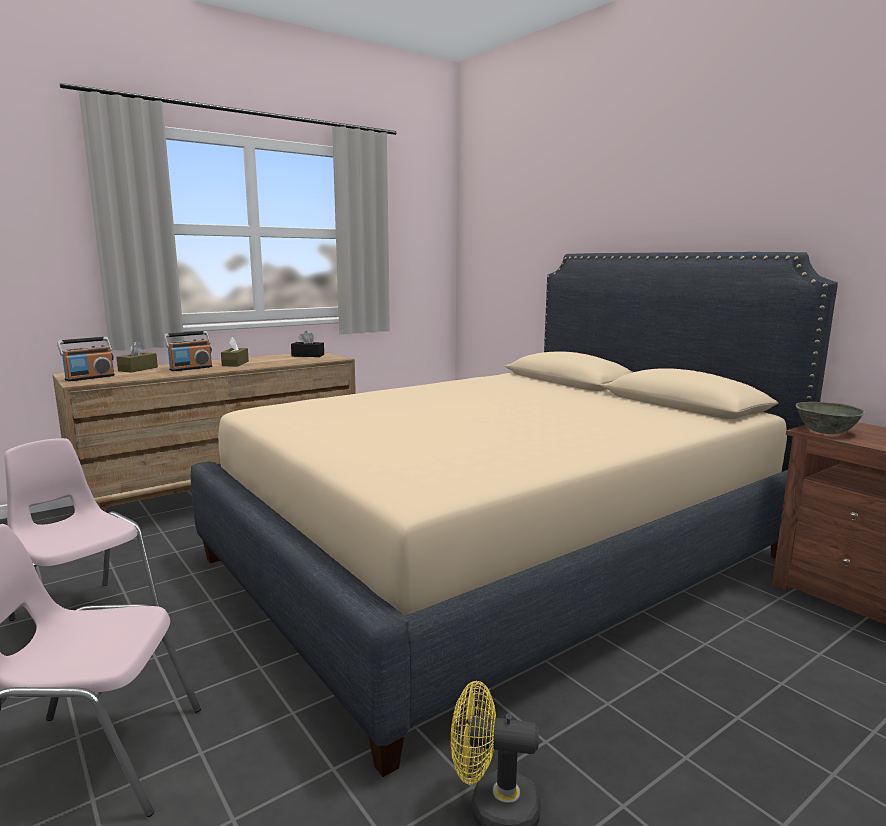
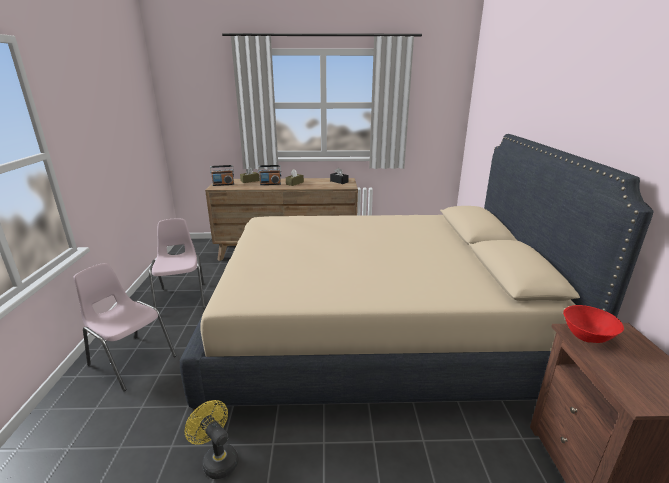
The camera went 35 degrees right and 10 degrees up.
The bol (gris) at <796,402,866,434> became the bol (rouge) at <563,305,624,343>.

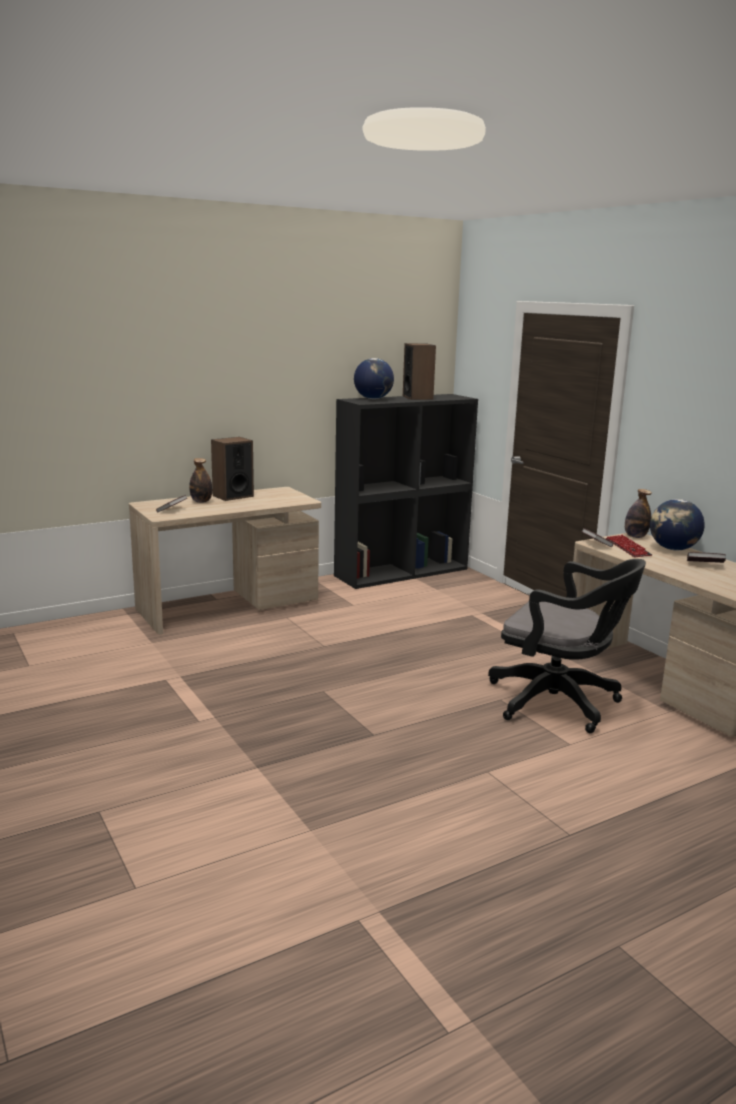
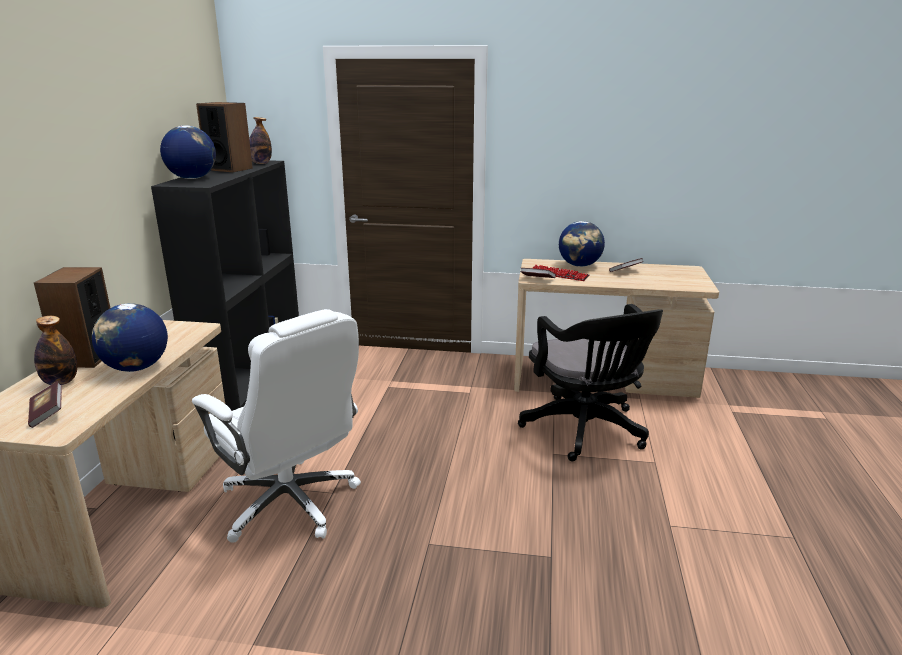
The camera went 50 degrees left and 5 degrees up.
The bouteille moved from <625,489,652,538> to <249,117,272,164>.
The chaise de bureau (noir) at <488,559,646,733> turned 90 degrees clockwise.
The globe at <92,303,168,372> appeared.
The chaise de bureau (blanc) at <192,309,361,543> appeared.

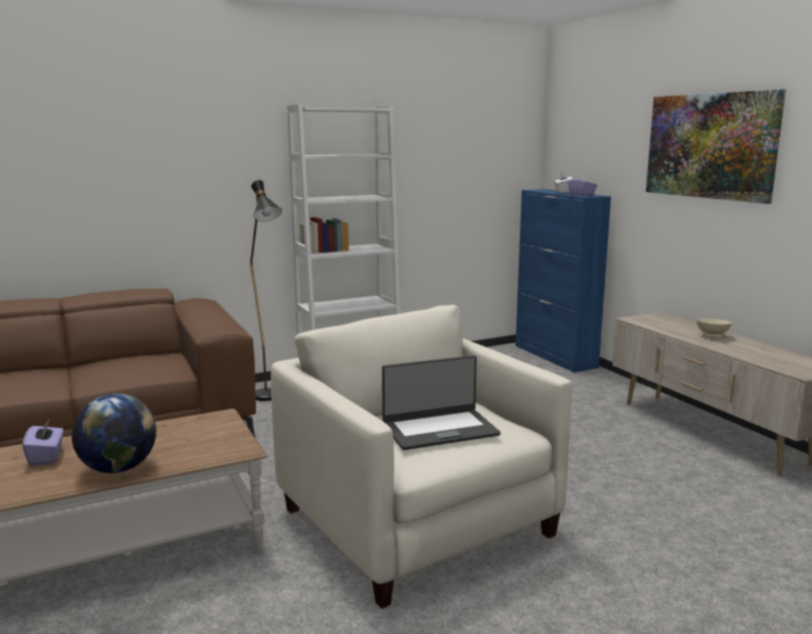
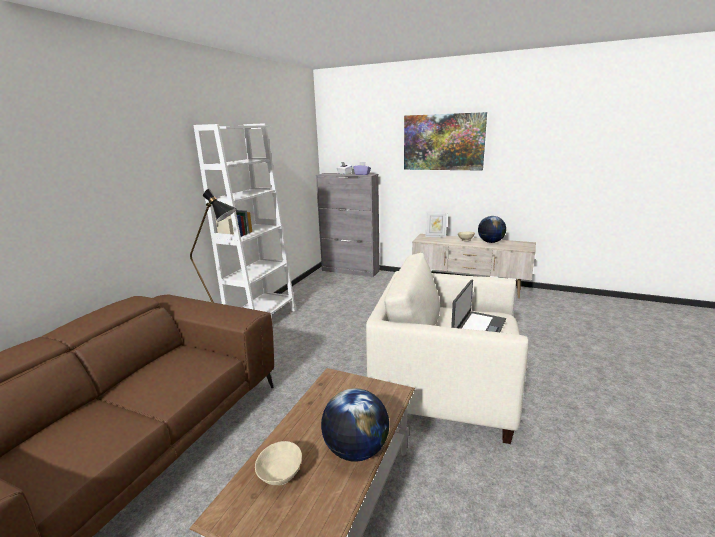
The camera went 40 degrees left and 5 degrees up.
The meuble de rangement (bleu) at <516,189,611,373> became the meuble de rangement (gris) at <316,173,380,277>.
The boîte à mouchoirs (violet) at <22,418,63,466> was replaced by the bol (beige) at <255,441,302,485>.
The cadre photo at <425,211,447,238> appeared.
The globe at <478,216,506,243> appeared.

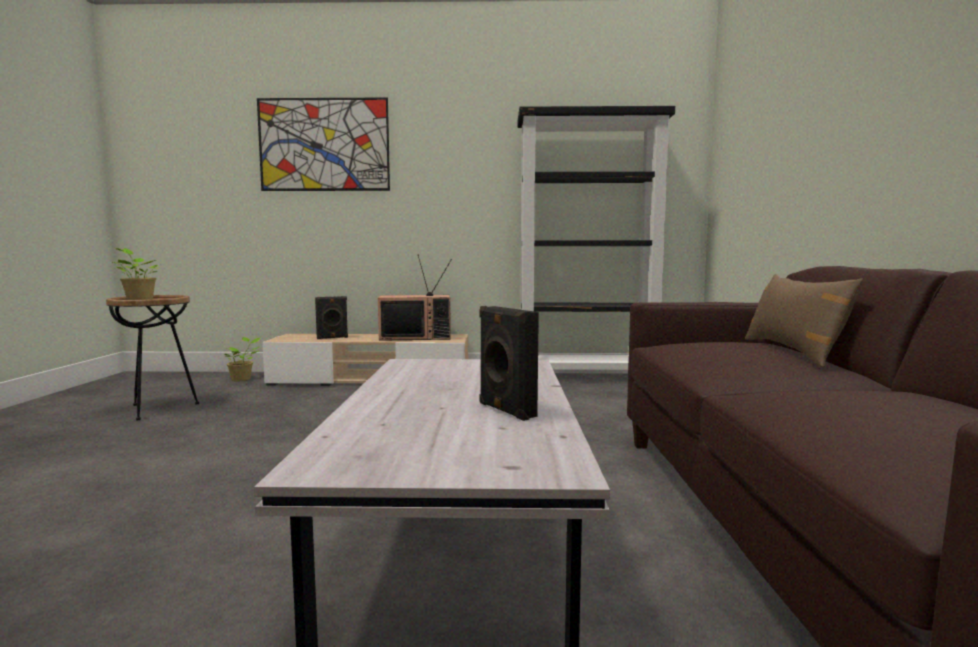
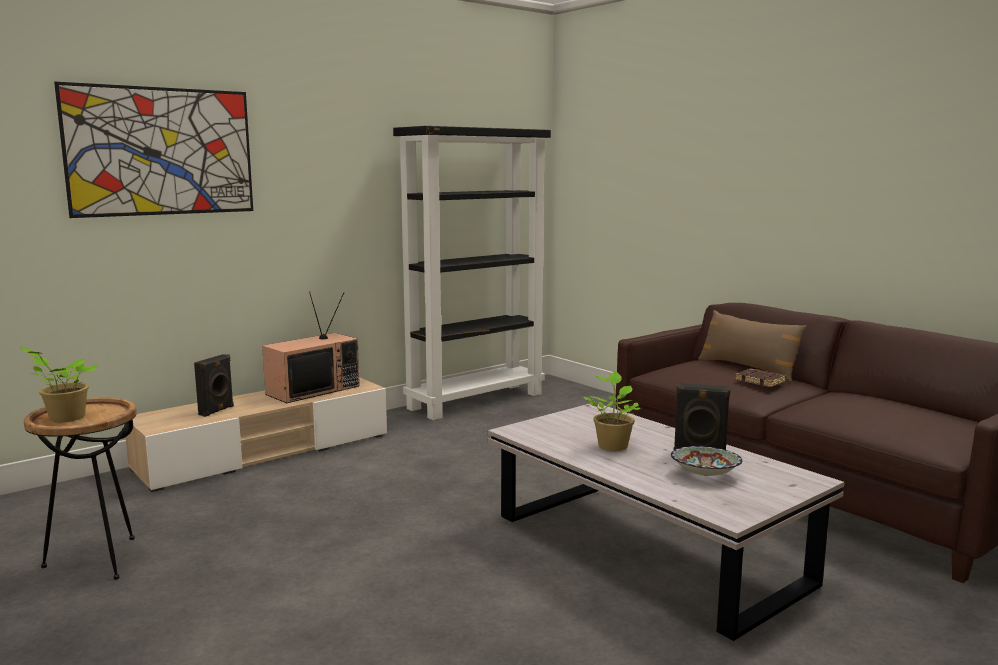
The camera went 40 degrees left and 5 degrees up.
The plante en pot moved from <224,337,260,381> to <583,372,641,451>.
The livre (marron) at <735,368,786,387> appeared.
The bol at <671,446,742,476> appeared.

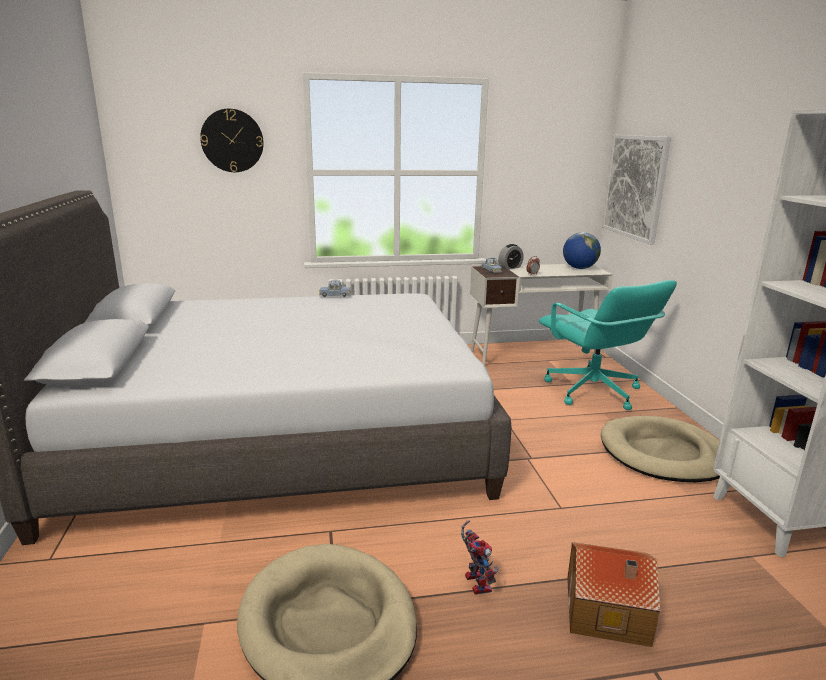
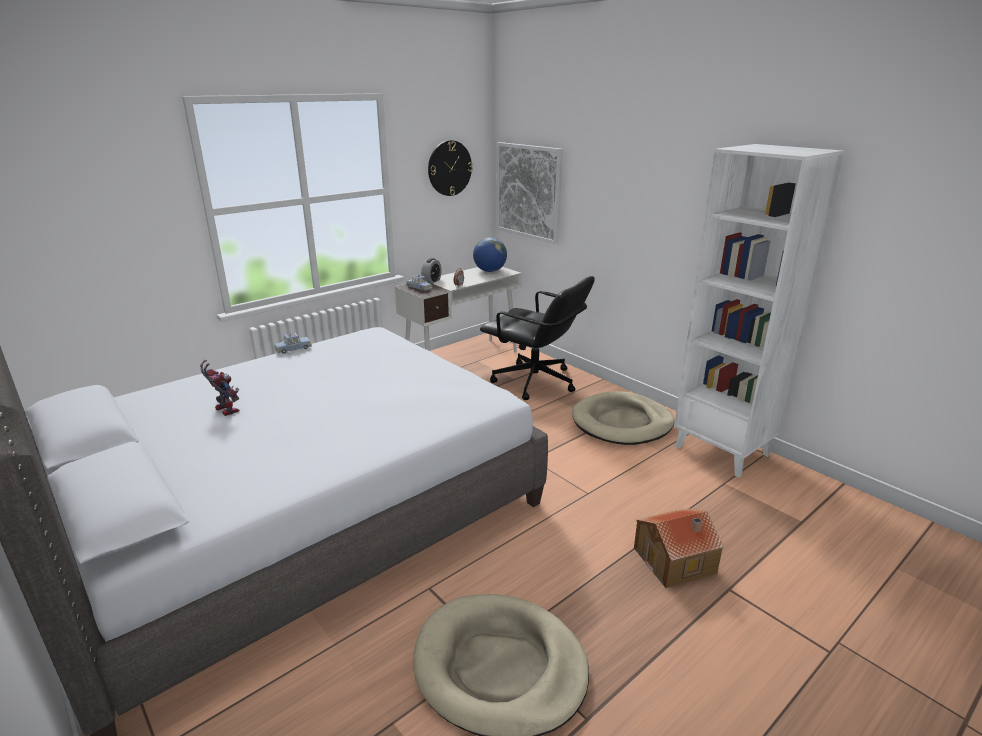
The camera went 30 degrees left and 5 degrees up.
The horloge murale moved from <200,109,264,172> to <428,140,473,196>.
The chaise de bureau (turquoise) at <539,280,677,410> became the chaise de bureau (noir) at <480,276,595,400>.
The robot jouet moved from <461,520,498,595> to <200,360,239,416>.

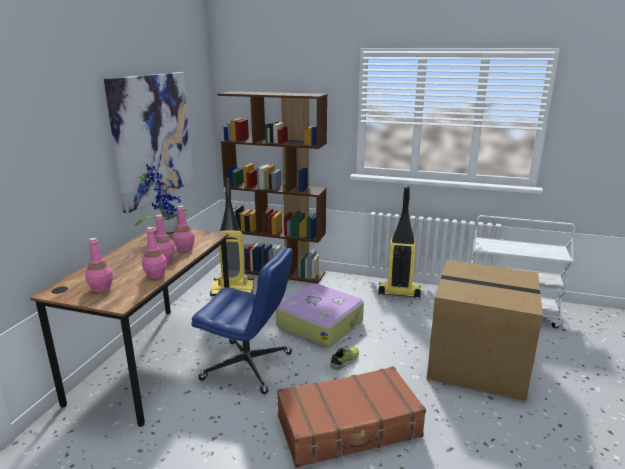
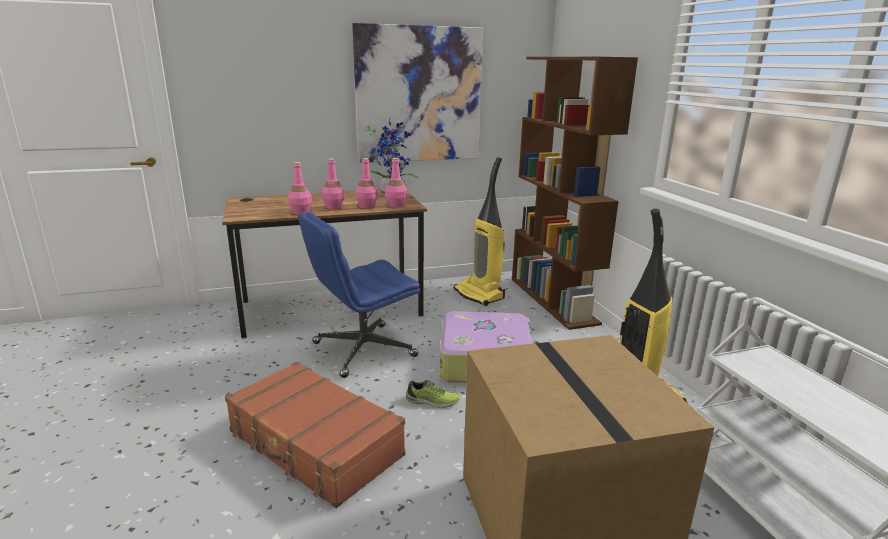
The camera went 55 degrees right and 0 degrees up.
The bouteille (rose) moved from <85,238,113,292> to <385,158,407,207>.
The chaise de bureau (bleu) at <191,247,293,394> turned 75 degrees clockwise.

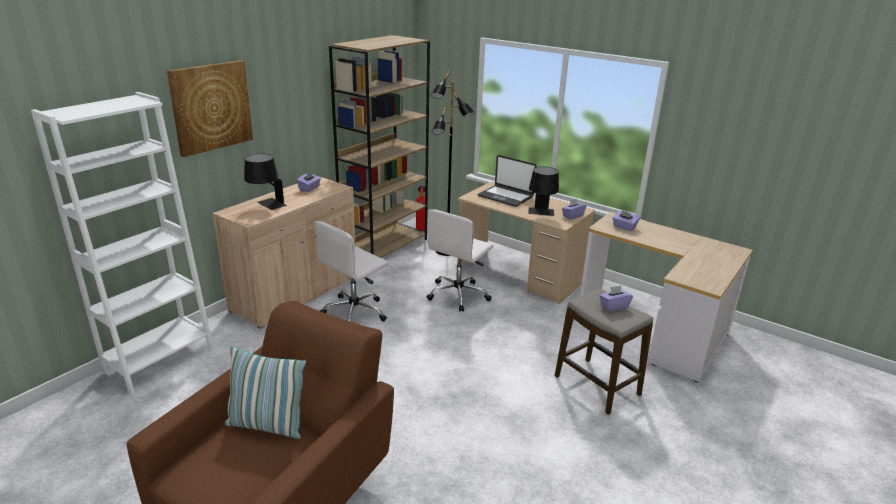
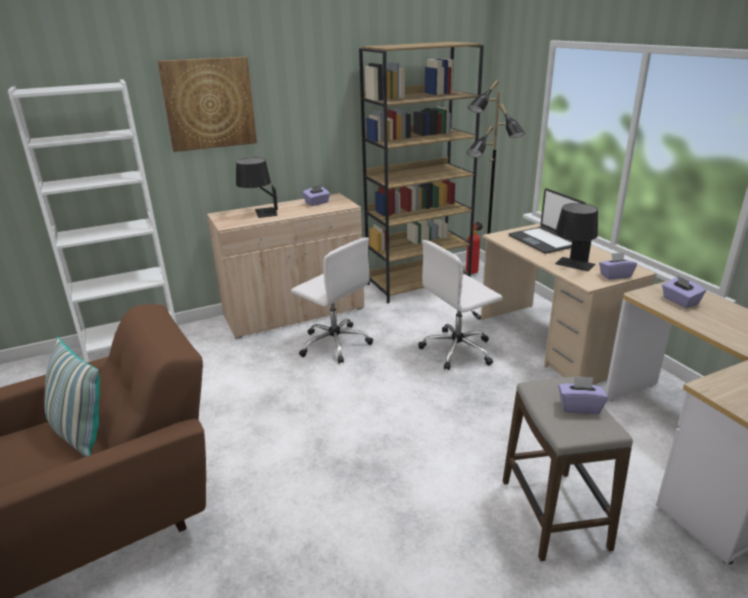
The camera went 30 degrees right and 0 degrees up.
The chaise de bureau (blanc) at <315,221,389,322> turned 120 degrees counterclockwise.

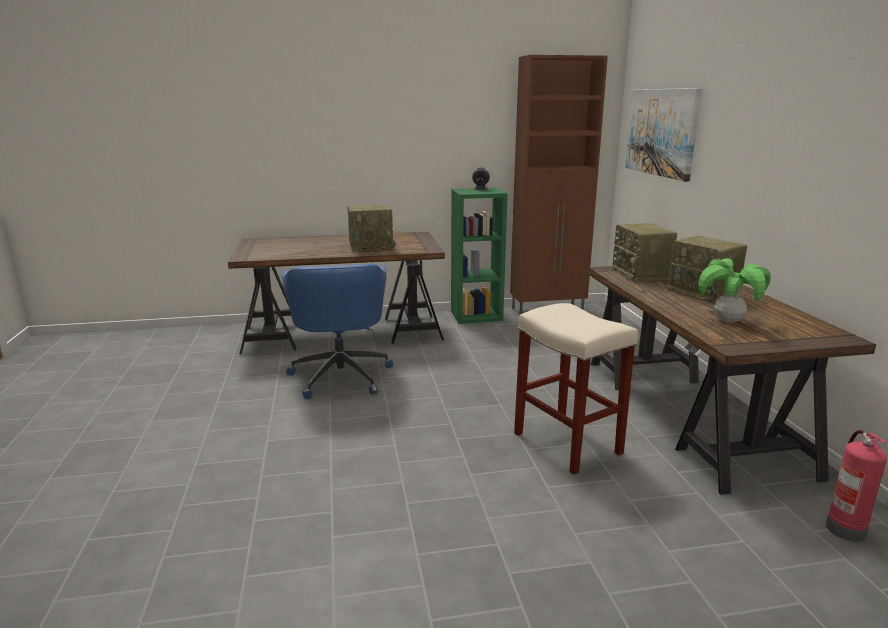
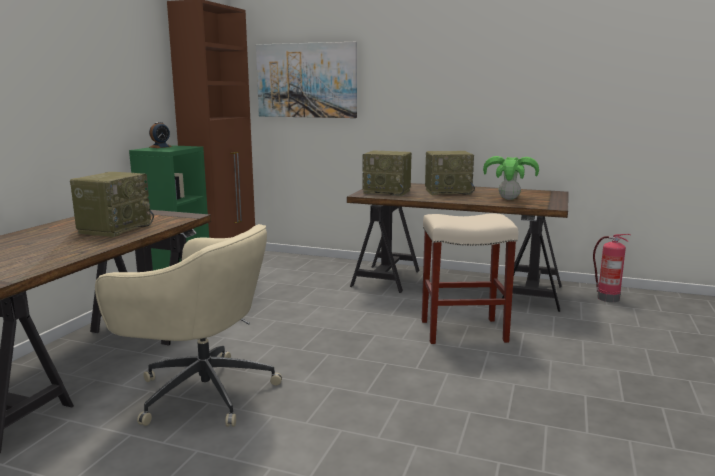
The camera went 60 degrees left and 5 degrees down.
The chaise de bureau (bleu) at <282,263,393,399> became the chaise de bureau (beige) at <95,224,282,427>.

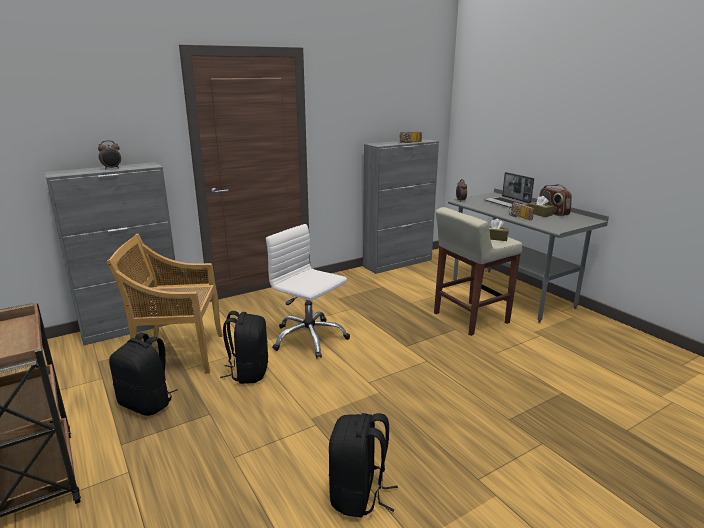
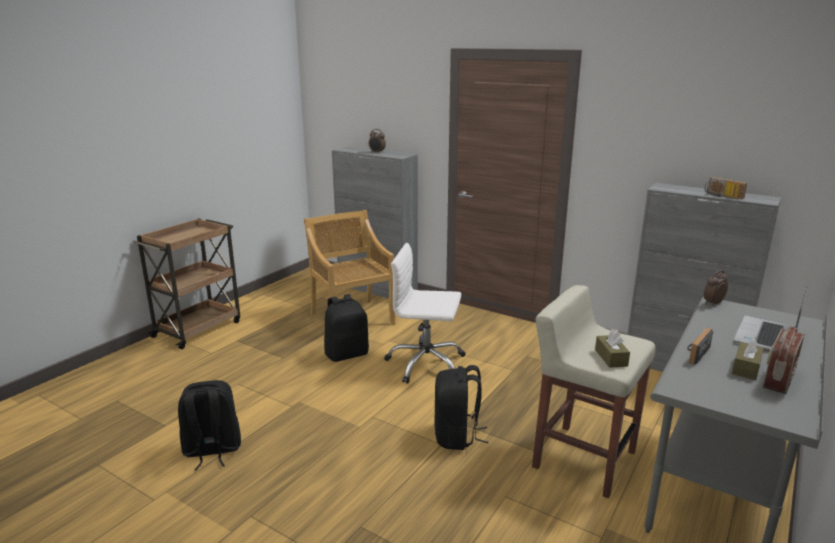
The camera went 65 degrees right and 0 degrees up.
The chaise de bureau (blanc) at <266,224,350,358> turned 90 degrees counterclockwise.
The sac à dos (noir) moved from <109,332,177,416> to <435,365,488,450>.

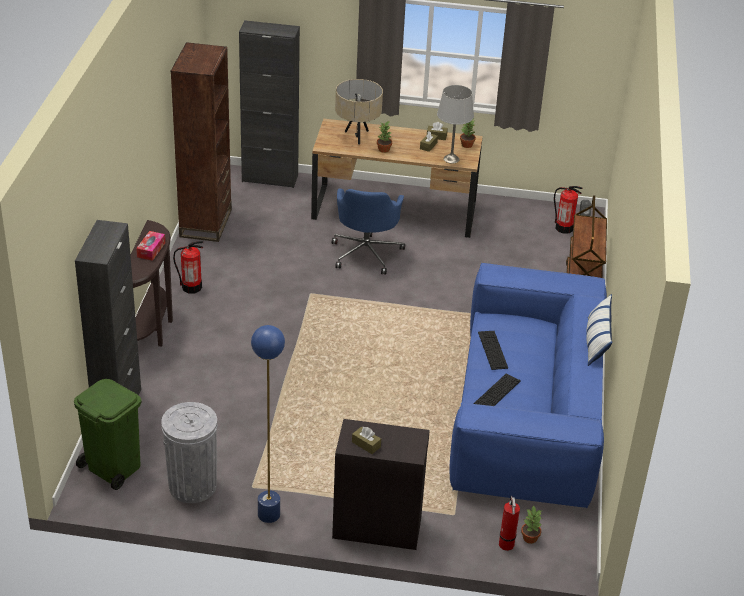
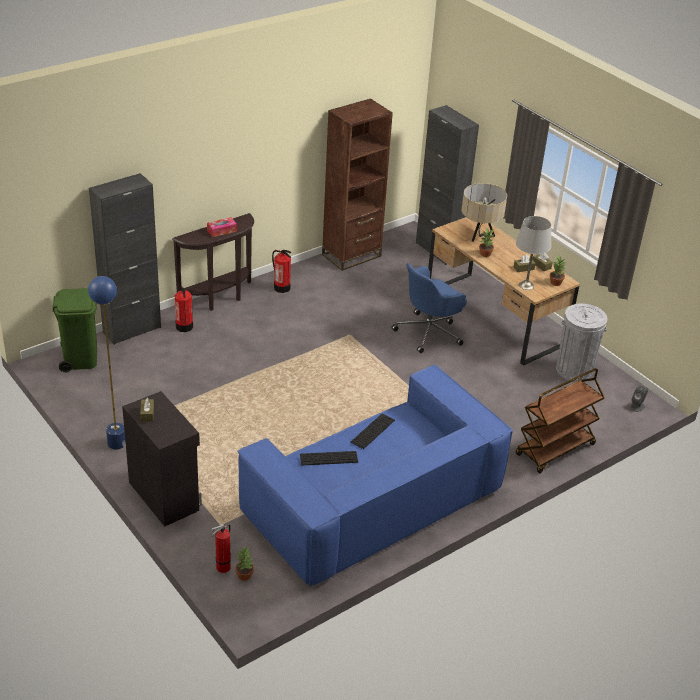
The camera went 45 degrees right and 0 degrees up.
The extincteur moved from <554,186,582,234> to <175,286,193,332>.
The coussin at <586,294,613,366> disappeared.
The poubelle (gris) moved from <161,402,217,503> to <556,303,607,382>.

